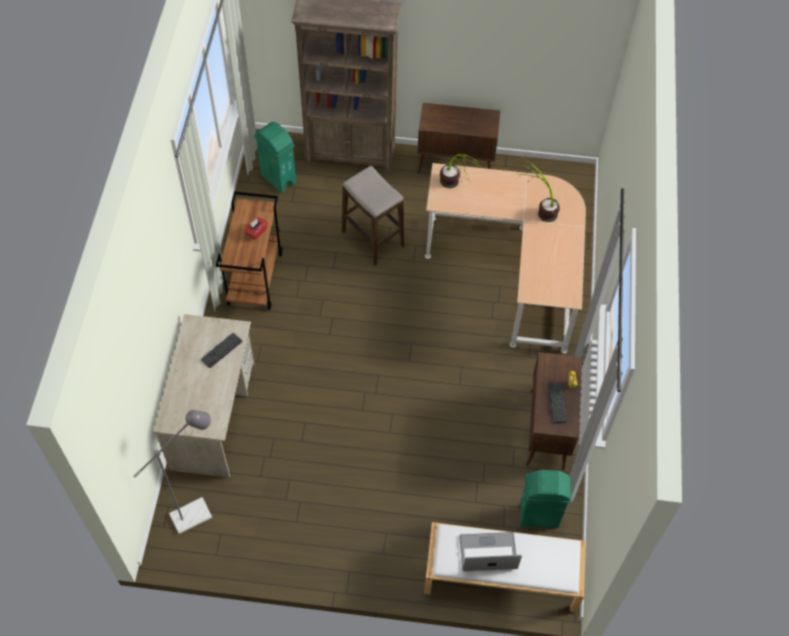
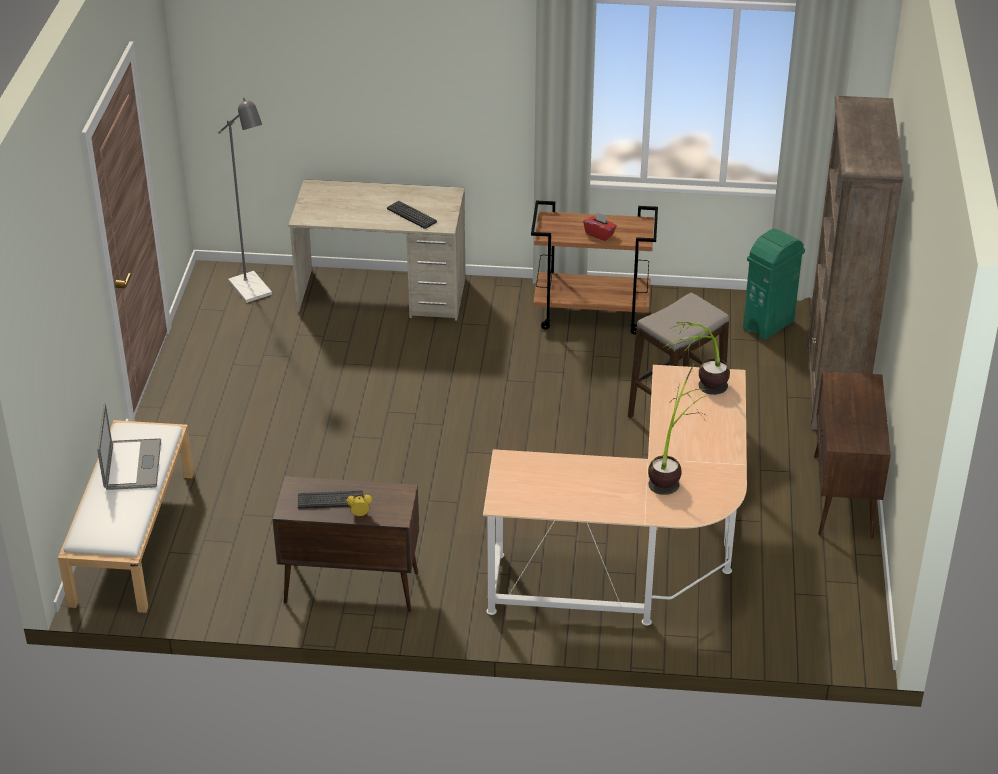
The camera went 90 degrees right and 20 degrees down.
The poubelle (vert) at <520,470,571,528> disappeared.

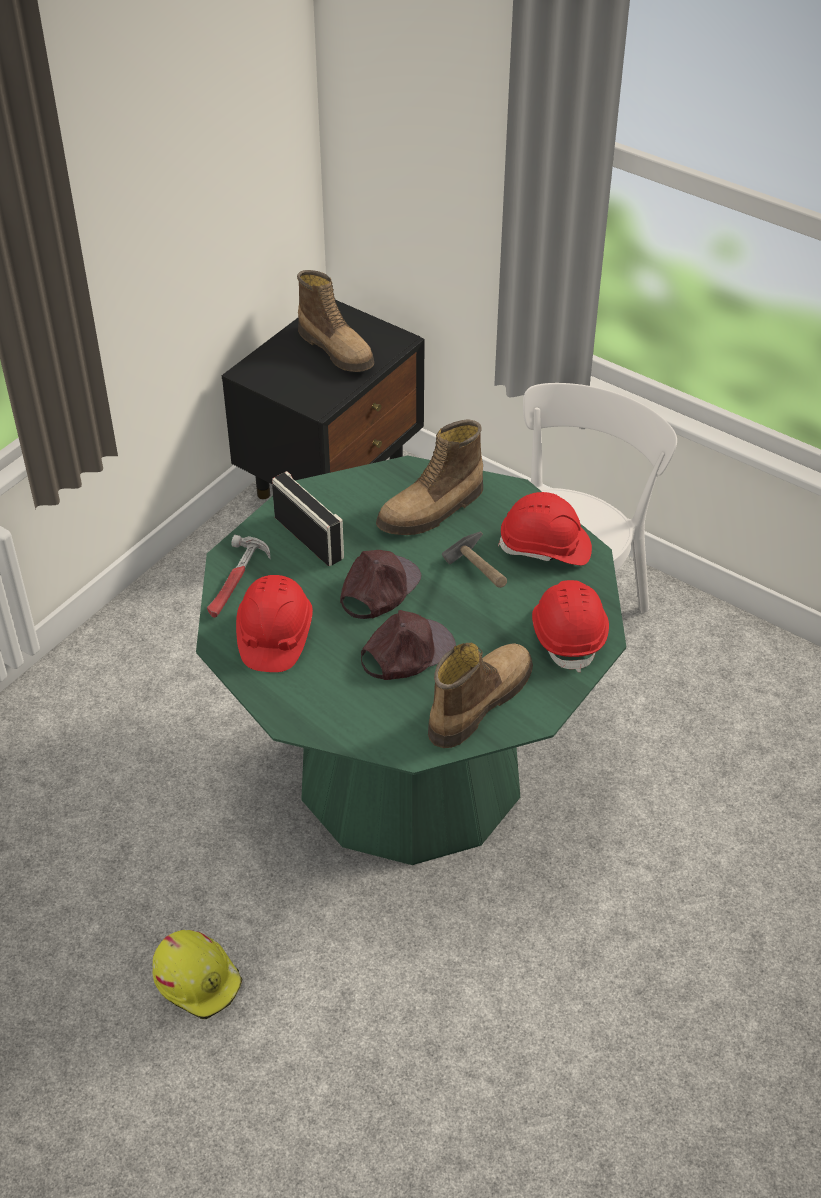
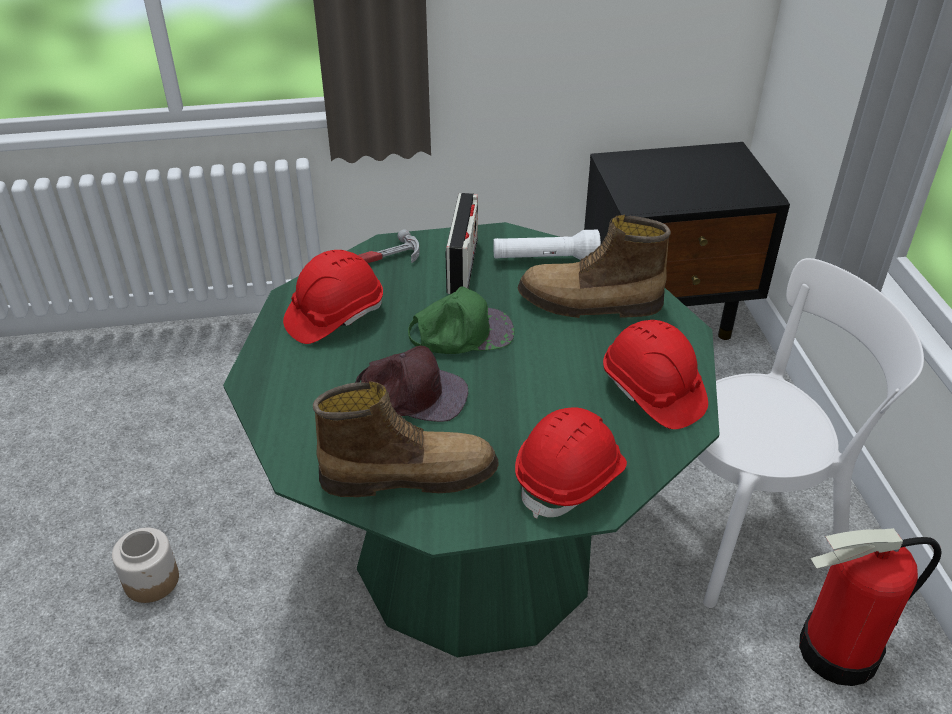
The camera went 45 degrees right and 5 degrees down.
The botte at <297,270,374,372> disappeared.
The marteau at <442,531,507,588> disappeared.
The casquette (marron) at <340,550,421,619> became the casquette (vert) at <408,287,514,354>.
The casque de chantier (jaune) at <153,930,242,1019> was replaced by the bocal at <112,528,179,603>.
The lampe de poche (blanc) at <493,230,601,260> appeared.
The extincteur at <799,528,941,686> appeared.

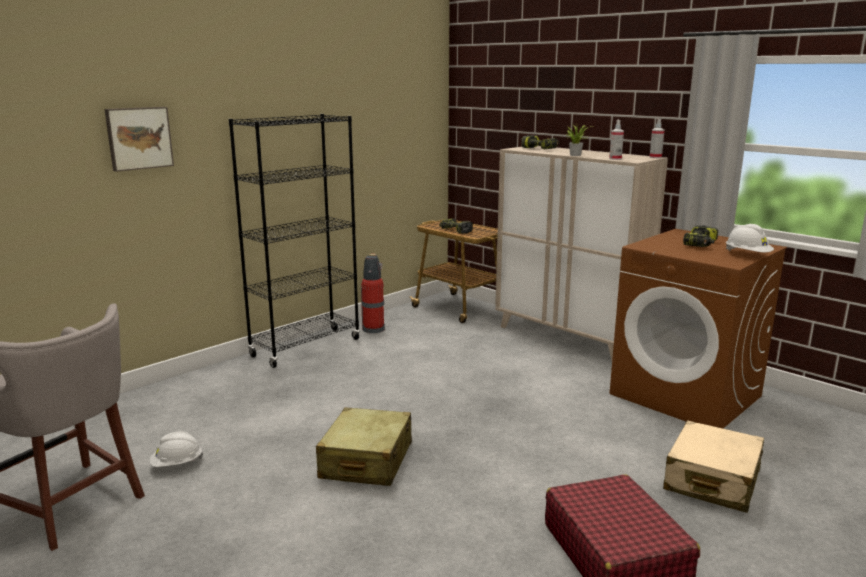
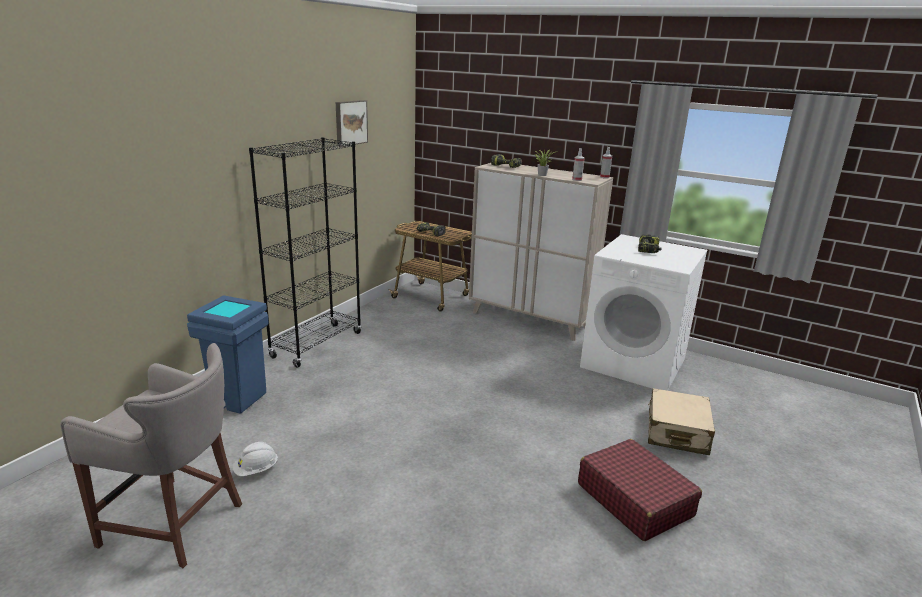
The camera went 15 degrees left and 5 degrees up.
The tableau moved from <104,107,174,172> to <336,100,368,147>.
The casque de chantier (blanc) at <726,224,774,252> disappeared.
The lave-linge (marron) at <610,229,787,428> became the lave-linge (blanc) at <580,234,707,391>.
The extincteur at <361,254,385,333> disappeared.
The valise (beige) at <316,407,412,486> disappeared.
The poubelle (bleu) at <187,295,269,414> appeared.

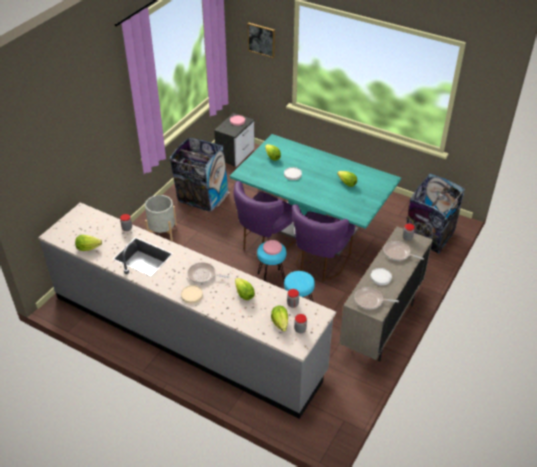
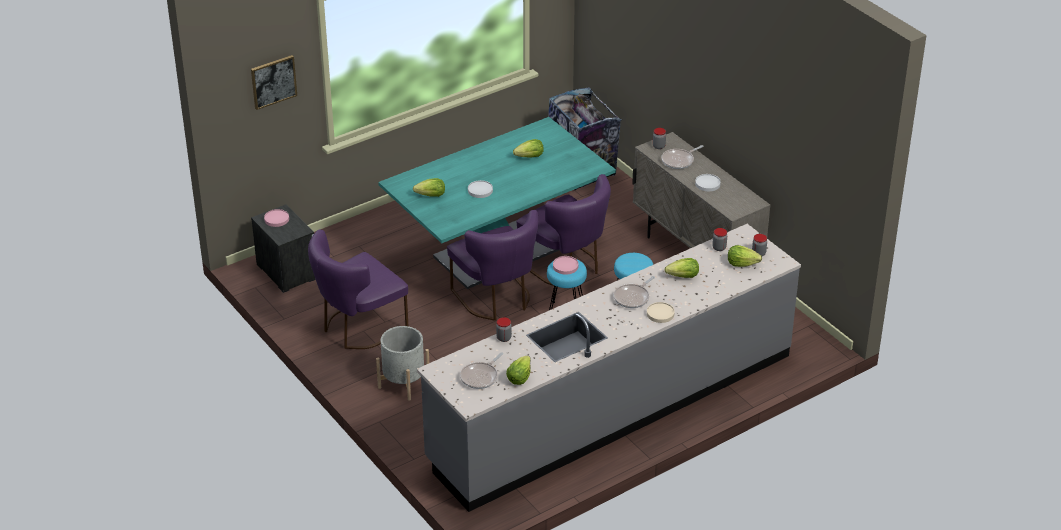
The camera went 65 degrees left and 5 degrees down.
The poubelle at <169,138,229,212> was replaced by the chaise (violet) at <308,230,408,349>.
The poêle moved from <354,287,399,309> to <460,352,503,389>.

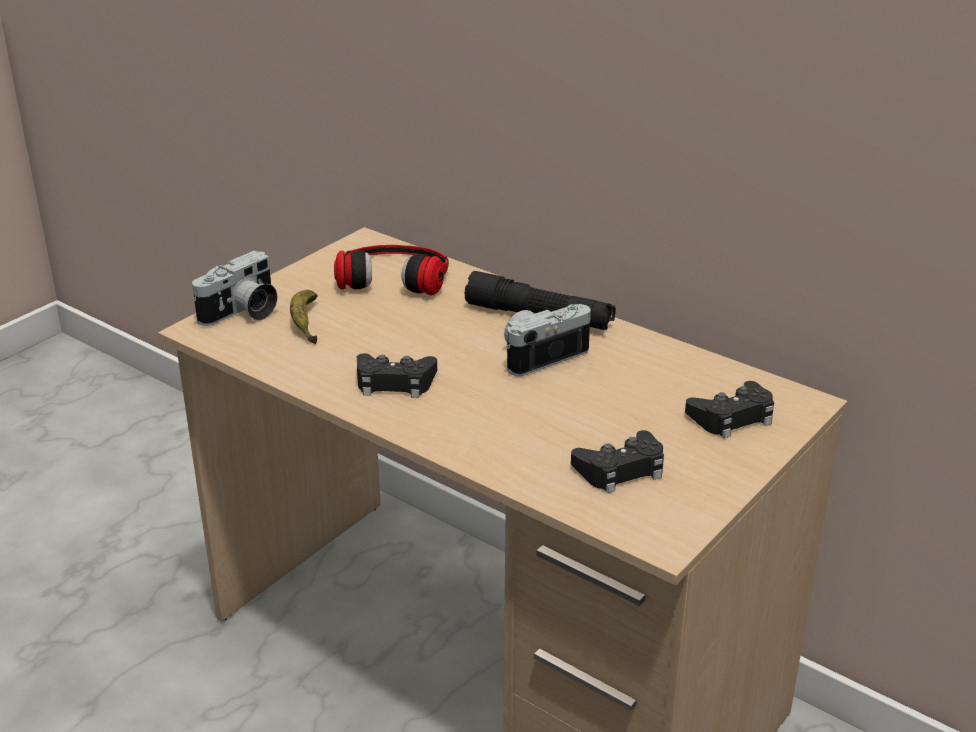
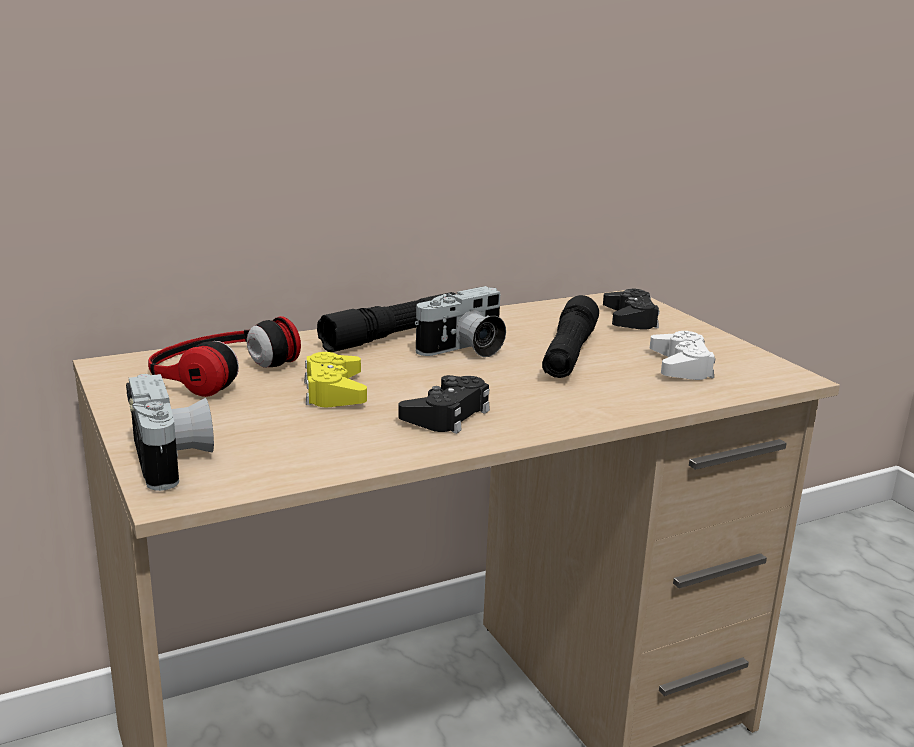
The camera went 65 degrees left and 10 degrees down.
The banane at <290,290,318,344> disappeared.
The appareil photo at <504,304,591,377> turned 120 degrees counterclockwise.
The manette (noir) at <571,430,664,493> became the manette (blanc) at <650,331,715,380>.
The lampe de poche (noir) at <542,295,599,378> appeared.
The manette (jaune) at <304,352,367,407> appeared.

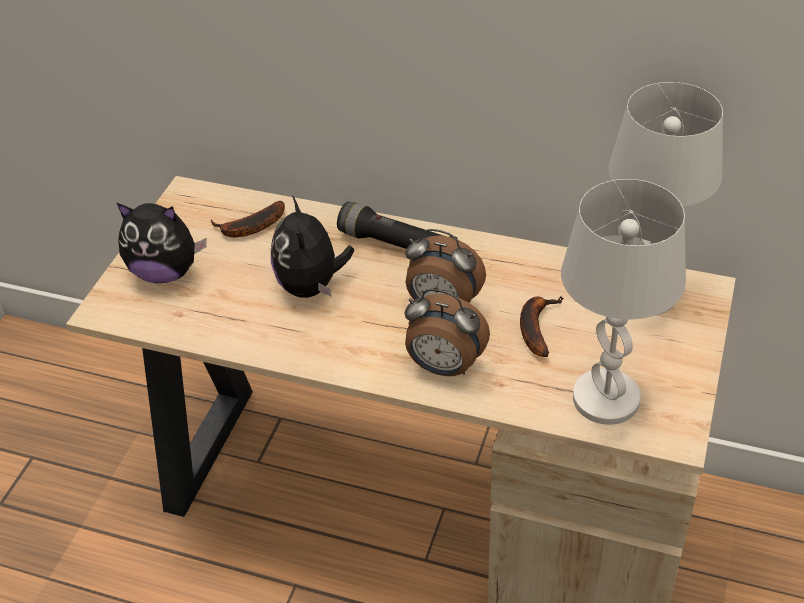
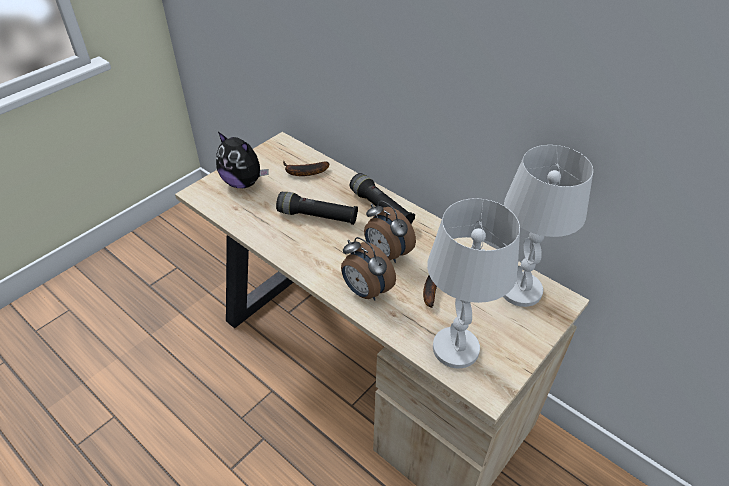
The camera went 20 degrees right and 0 degrees up.
The peluche at <271,195,354,298> was replaced by the lampe de poche (noir) at <276,192,358,225>.

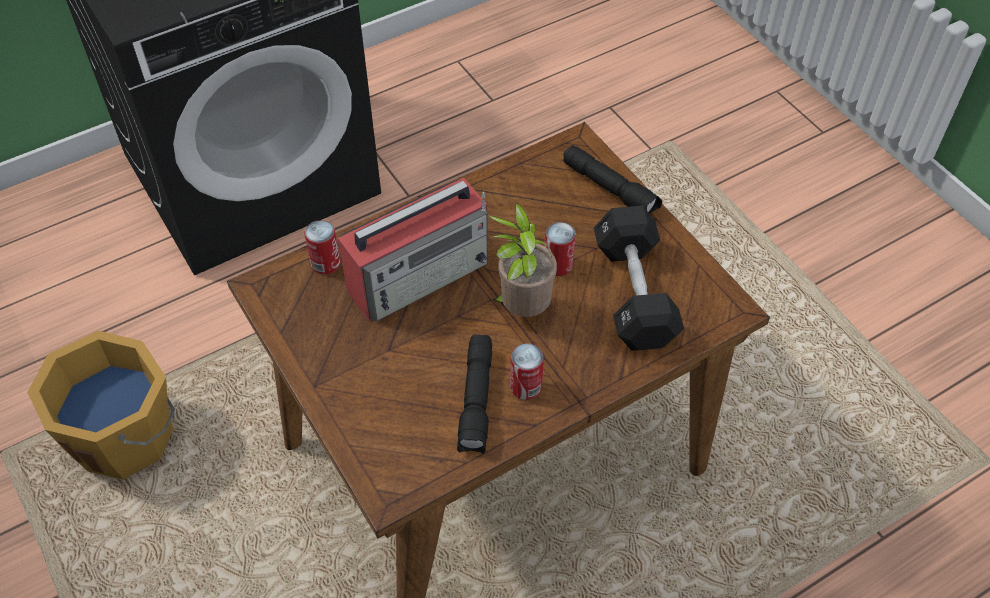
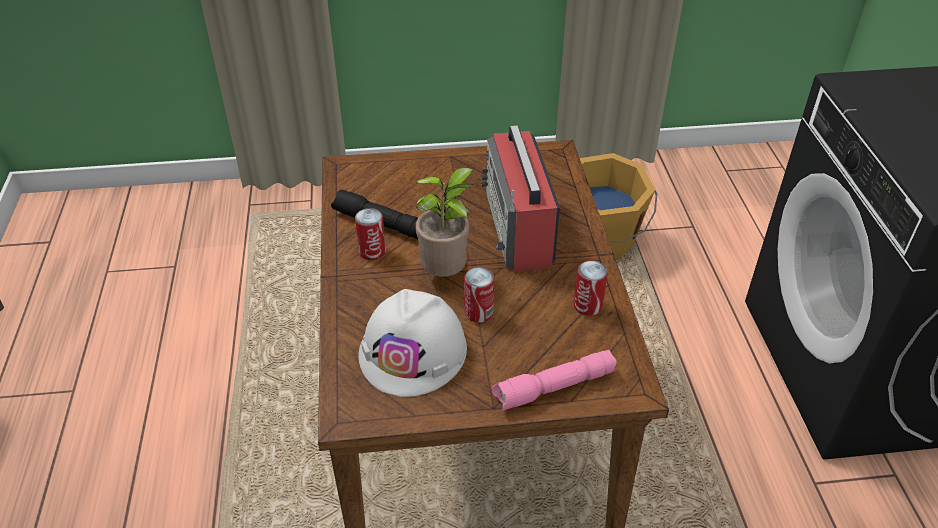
The camera went 115 degrees right and 10 degrees down.
The lampe de poche (noir) at <563,145,662,214> became the lampe de poche (rose) at <492,350,617,411>.
The haltère (noir) at <594,205,684,350> was replaced by the casque de chantier (blanc) at <358,289,467,397>.
The boîte métallique moved from <305,220,340,275> to <574,261,608,316>.

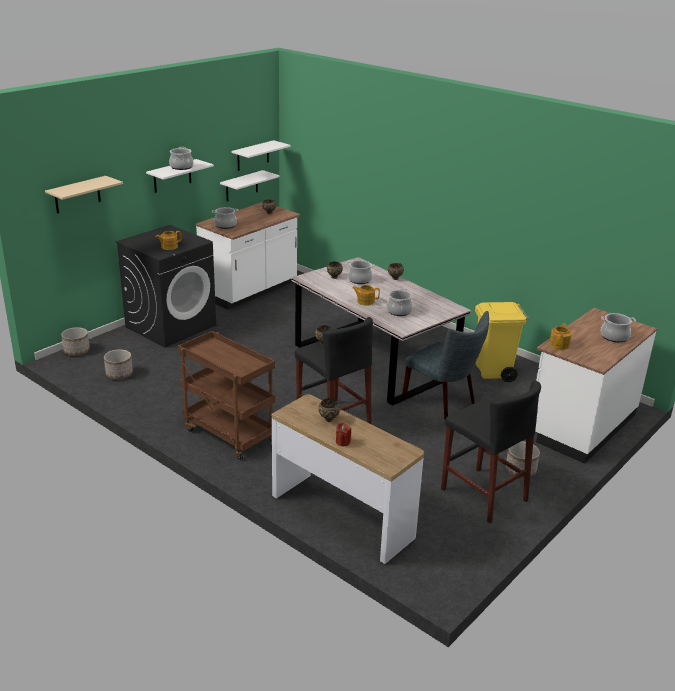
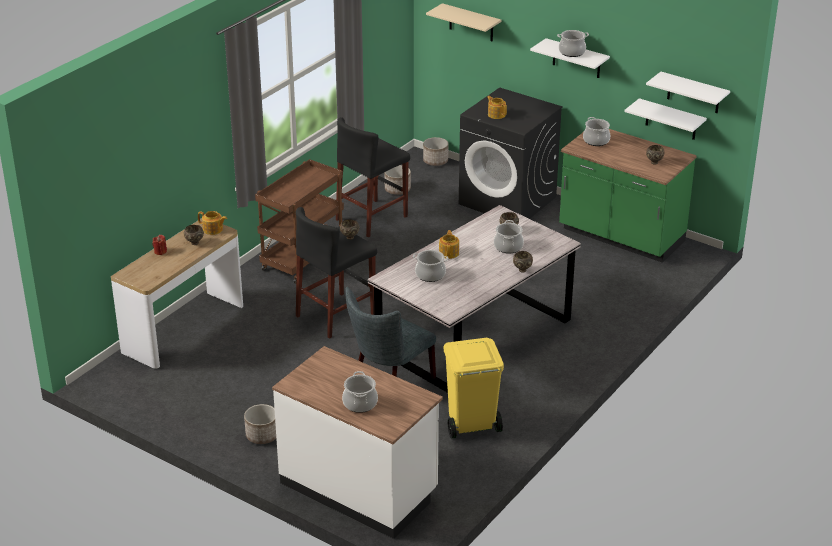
The camera went 85 degrees right and 5 degrees up.
The comptoir de cuisine (blanc) at <196,202,300,310> became the comptoir de cuisine (vert) at <559,129,697,263>.
The théière moved from <549,323,572,350> to <198,211,227,235>.
The tabouret (noir) moved from <441,381,541,523> to <336,117,410,237>.

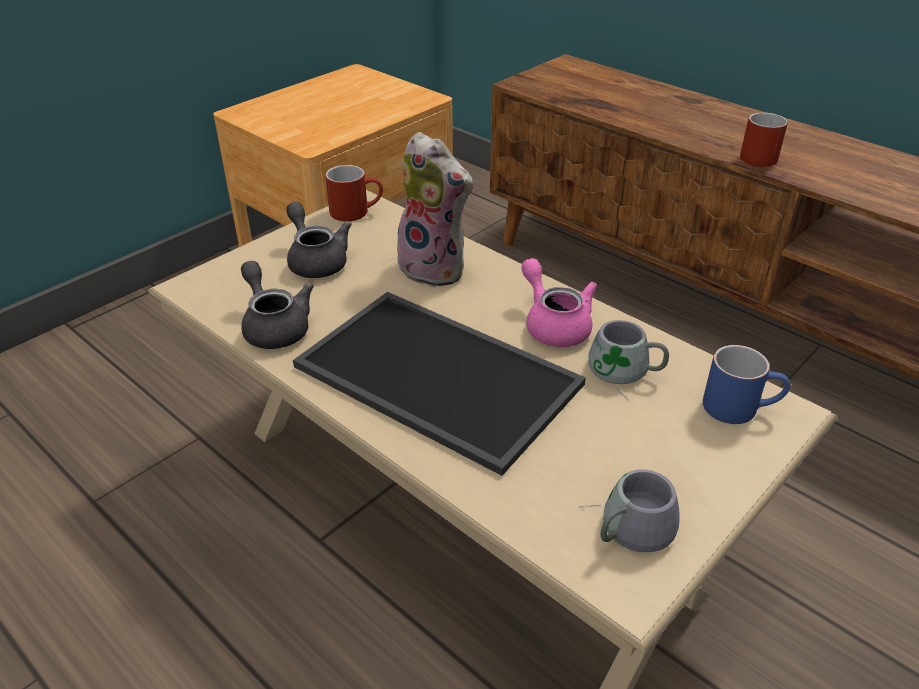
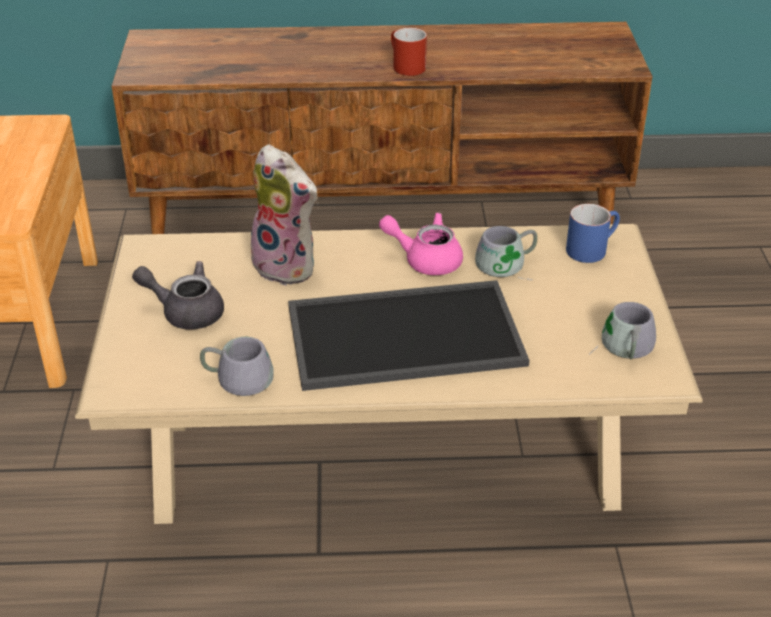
The camera went 45 degrees left and 0 degrees up.
The peluche at <395,132,474,288> turned 45 degrees clockwise.
The mug (rouge) at <325,165,383,221> disappeared.
The théière (gris) at <241,261,314,349> was replaced by the mug (gris) at <200,337,273,396>.

